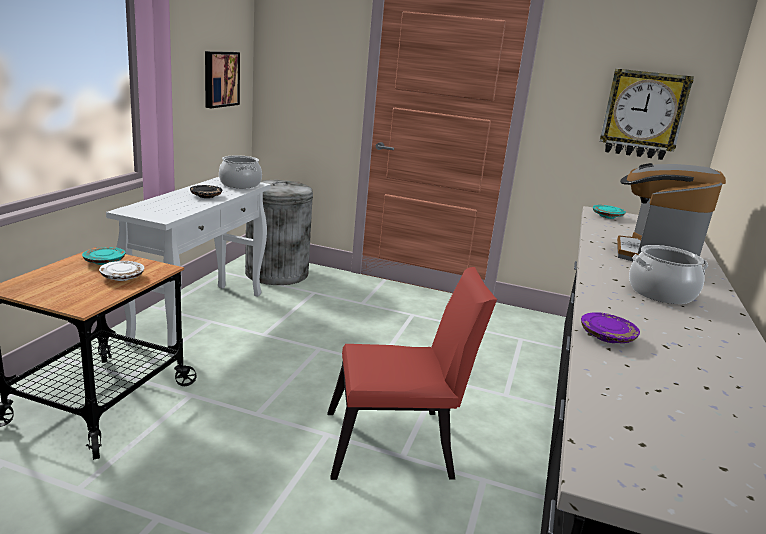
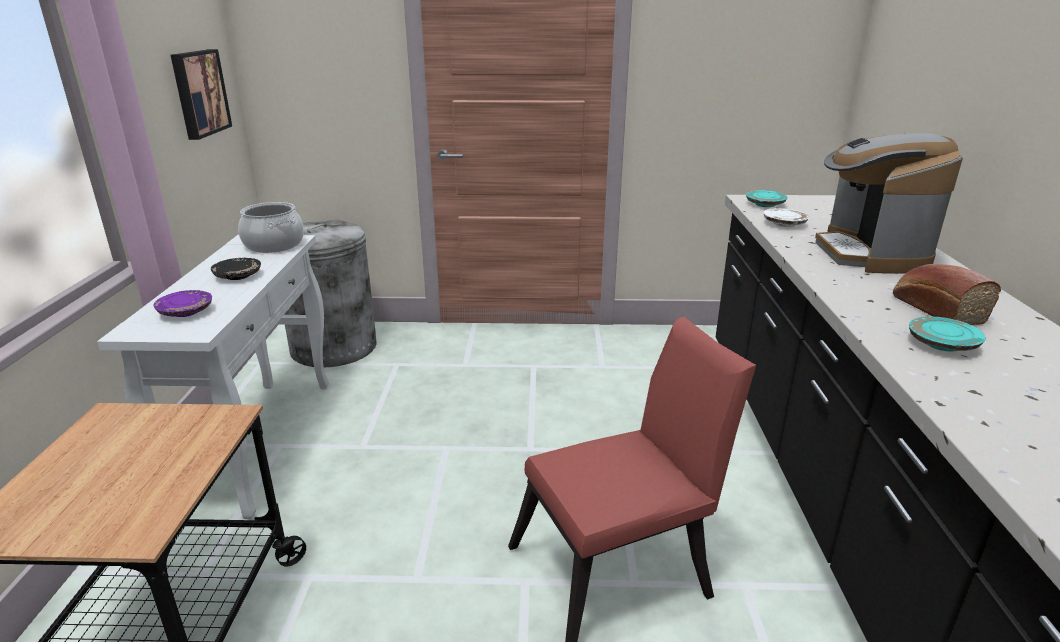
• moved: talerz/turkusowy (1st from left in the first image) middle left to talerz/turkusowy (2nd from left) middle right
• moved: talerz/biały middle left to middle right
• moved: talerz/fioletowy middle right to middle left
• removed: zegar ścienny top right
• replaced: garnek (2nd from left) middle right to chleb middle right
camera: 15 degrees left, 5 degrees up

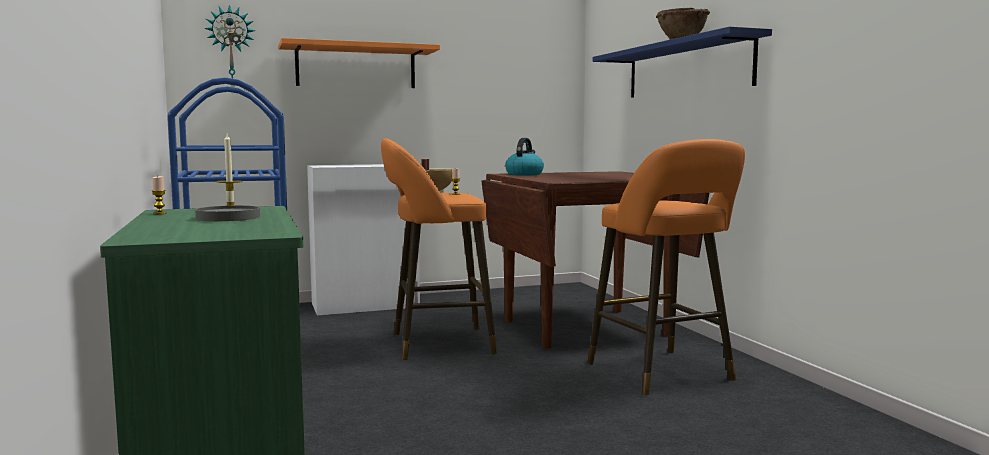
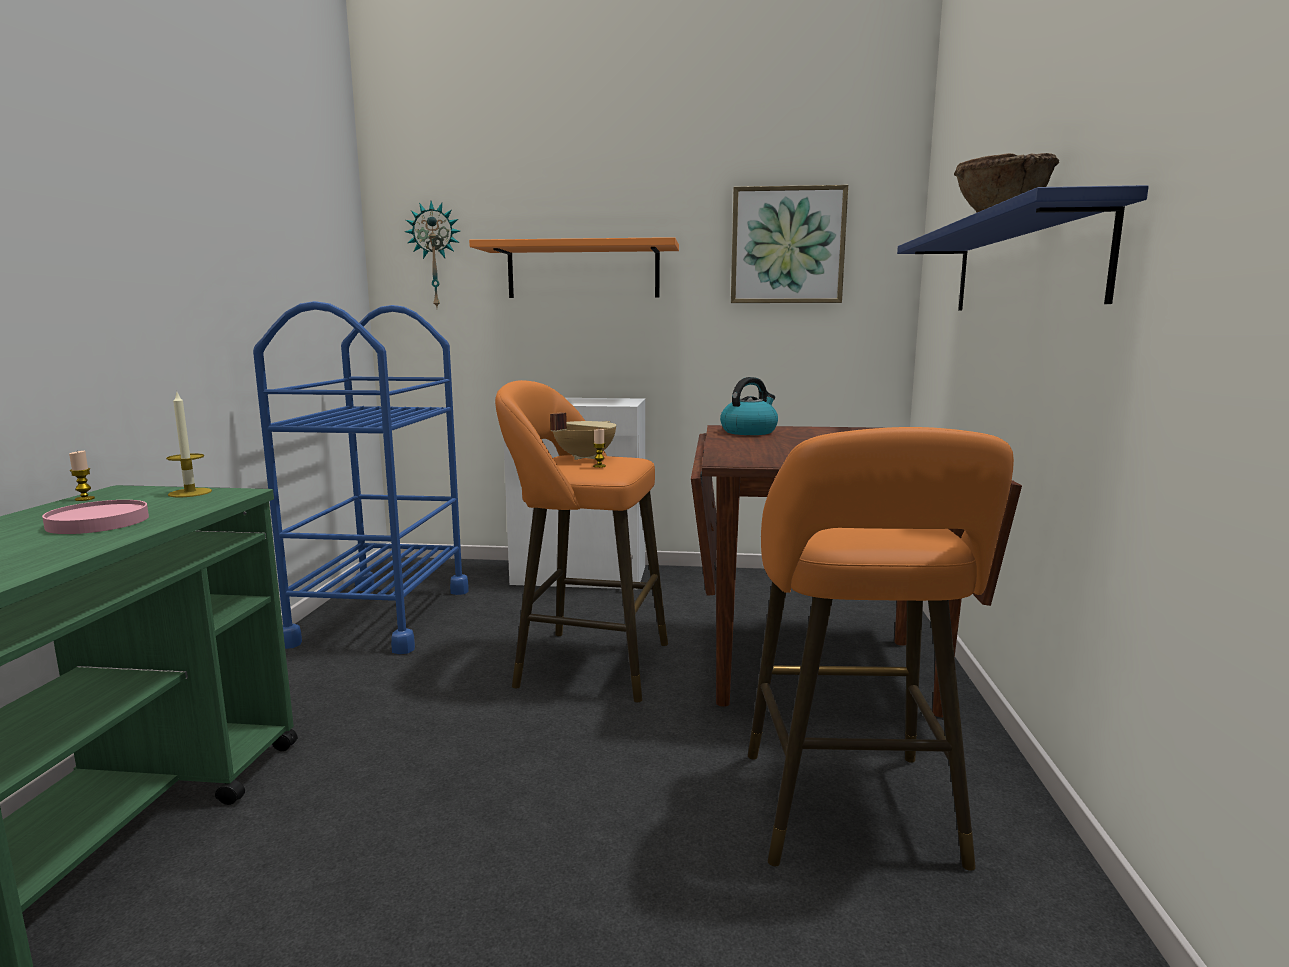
• recoloured: talerz/szary middle left to talerz/różowy middle left
• added: obraz top centre
camera: 25 degrees right, 5 degrees up

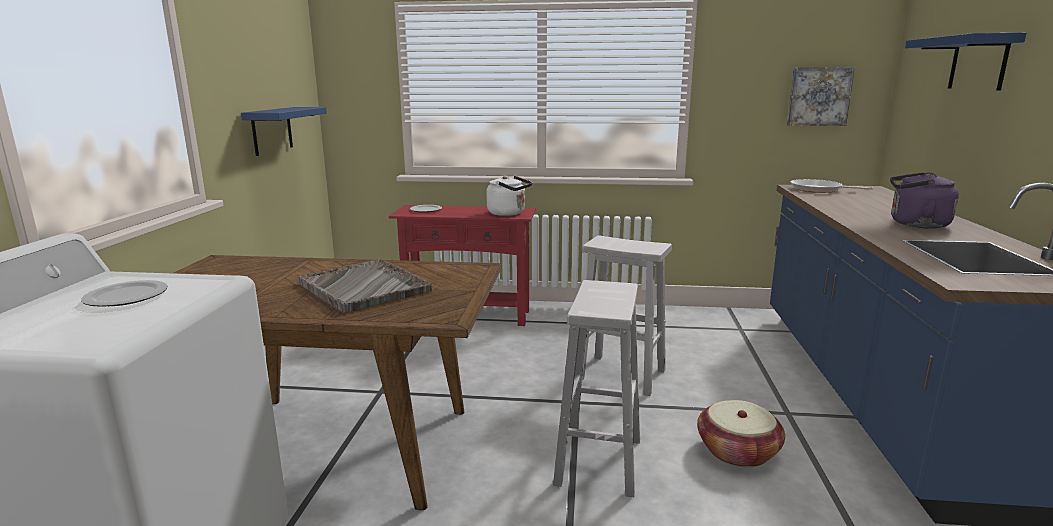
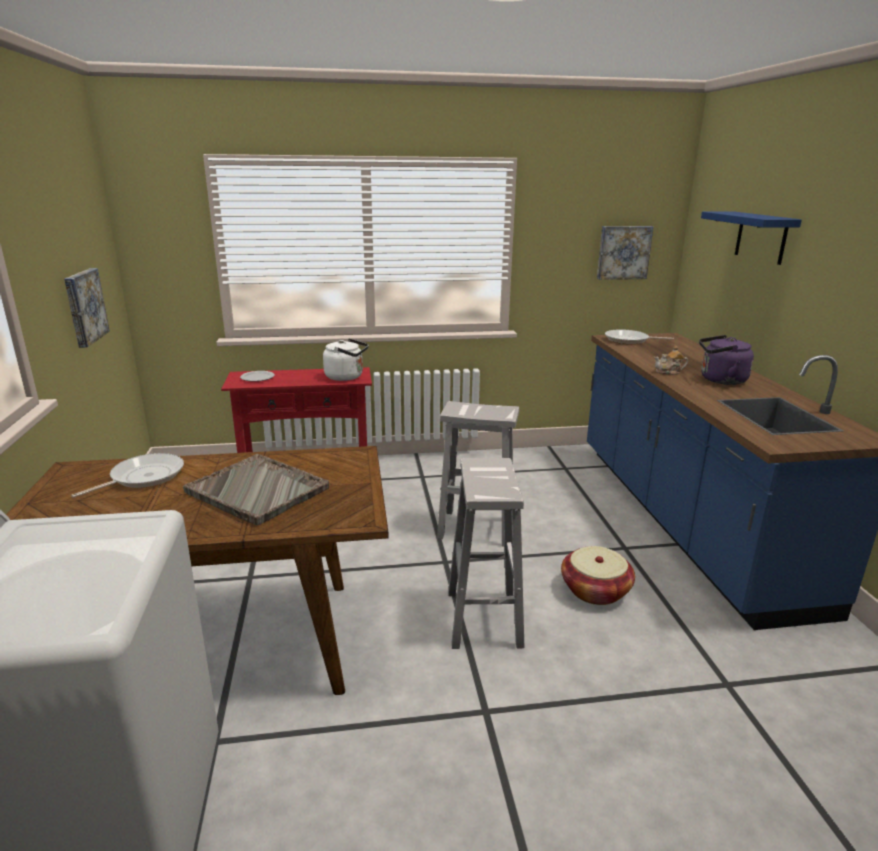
• removed: talerz (1st from left) middle left
• replaced: półka/niebieski (1st from left) top left to obraz (1st from left) middle left
• added: patelnia (1st from left) middle left
• added: imbryk middle right
camera: 15 degrees left, 5 degrees up

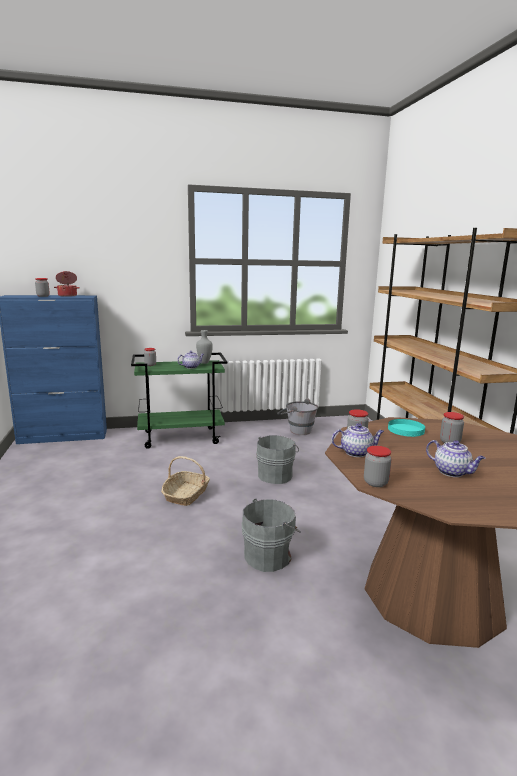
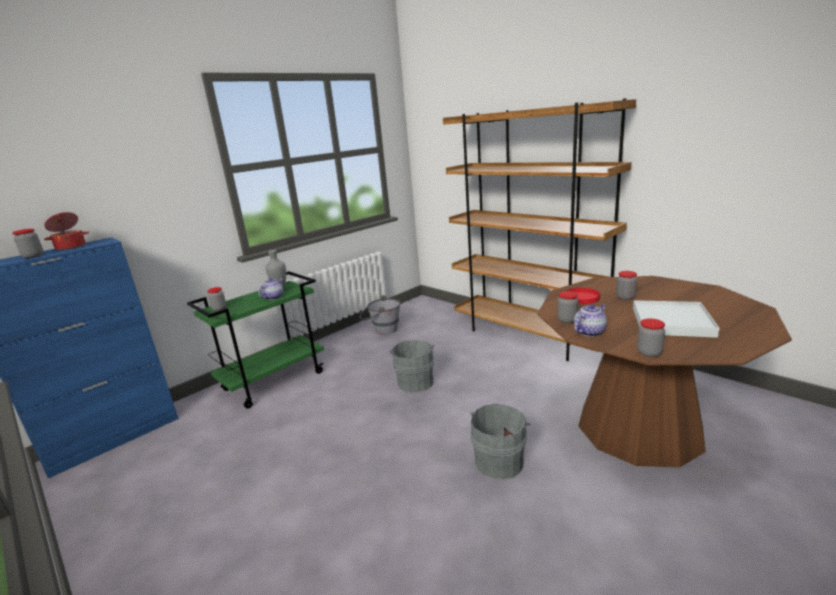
• removed: koszyk centre
• recoloured: talerz/turkusowy middle right to talerz/czerwony middle right
• replaced: imbryk (3rd from left) middle right to taca/biały middle right
camera: 30 degrees left, 5 degrees up

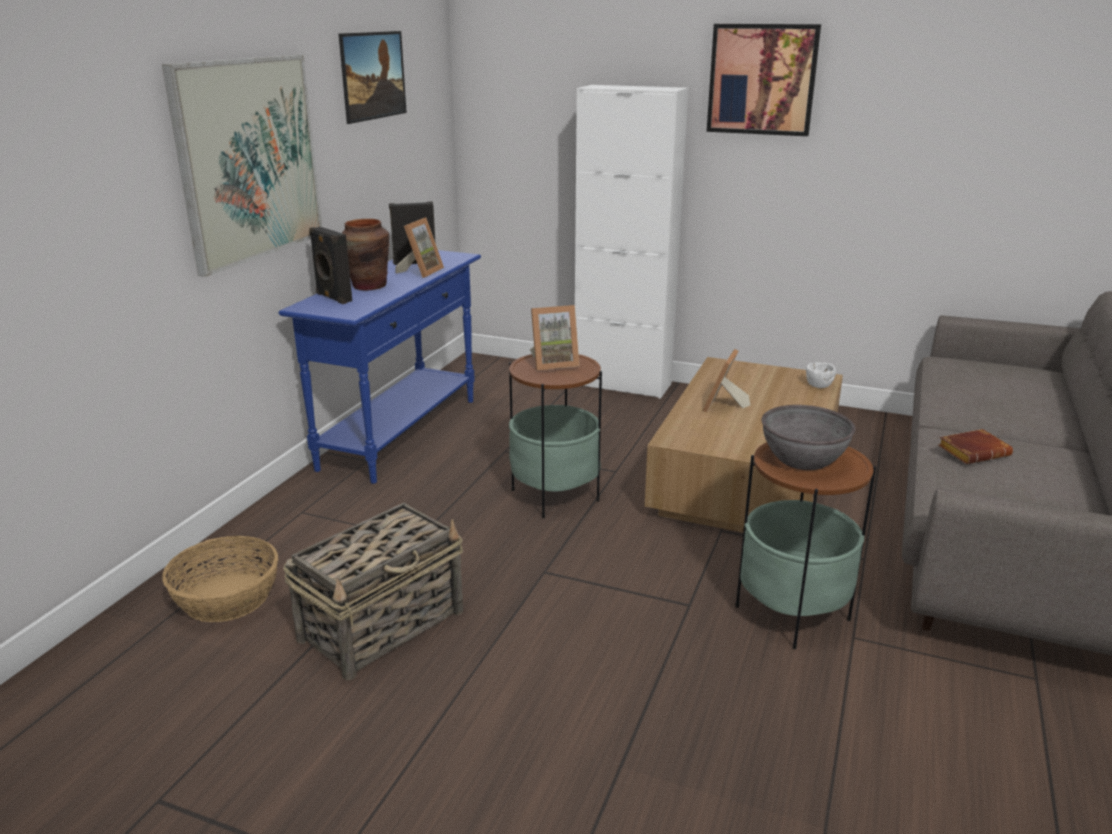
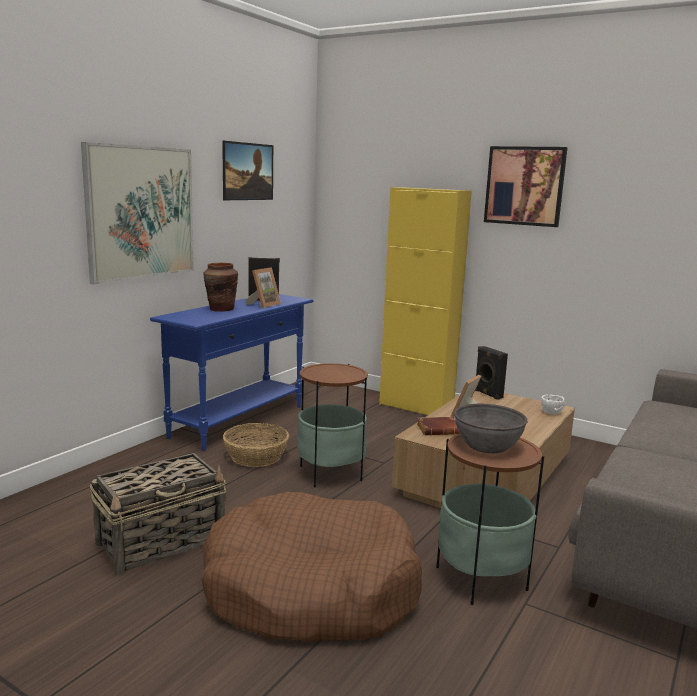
• moved: koszyk (1st from left in the first image) bottom left to koszyk (2nd from left) centre
• moved: głośnik/czarny (1st from left in the first image) top left to głośnik/czarny (2nd from left) middle right
• removed: ramka na zdjęcie (2nd from left) centre
• recoloured: szafka/biały top centre to szafka/żółty centre
• moved: książka/brązowy middle right to centre
• added: legowisko/brązowy bottom centre
camera: 10 degrees right, 10 degrees down

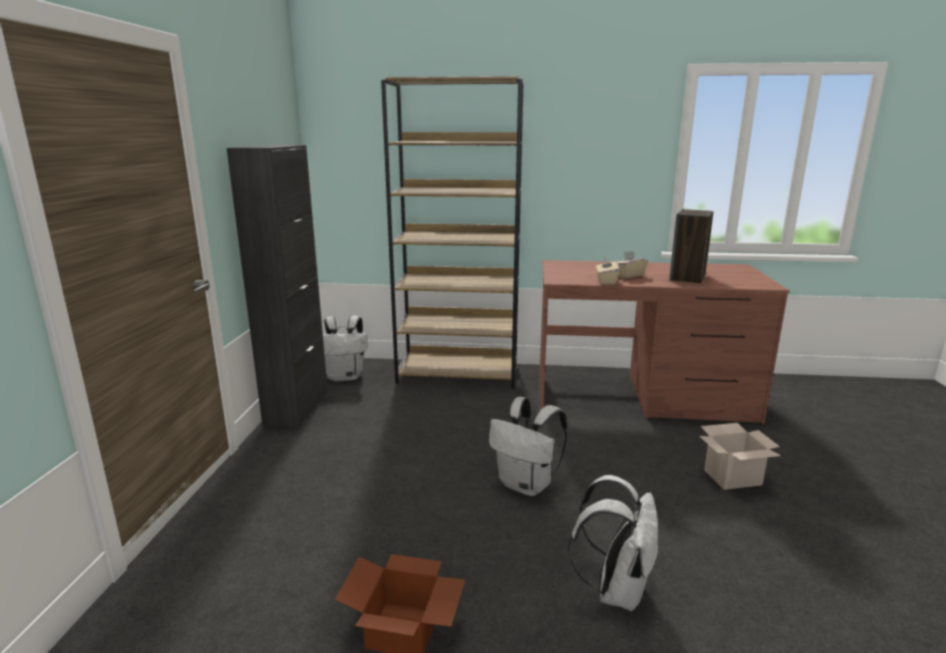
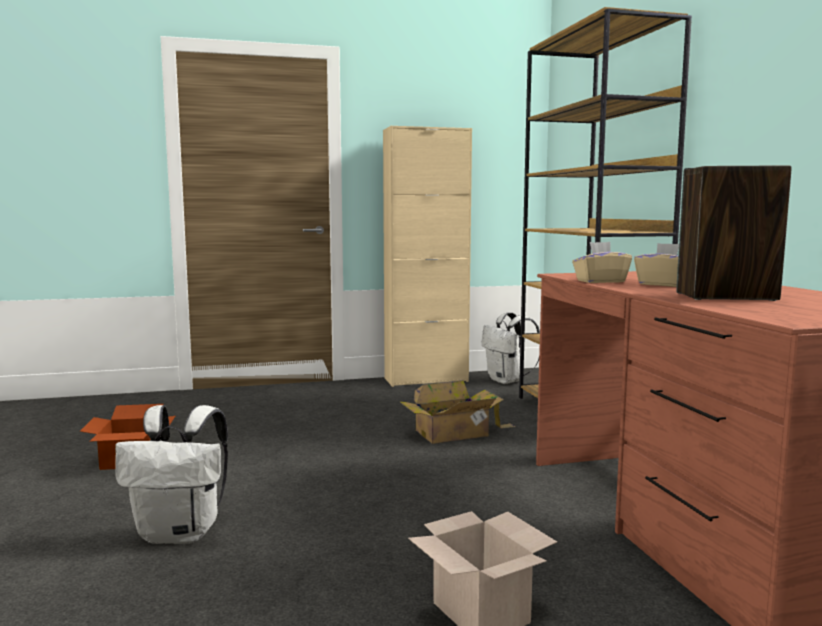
• recoloured: szafka/czarny middle left to szafka/beżowy centre
• removed: plecak/biały (2nd from left) bottom centre
• added: karton (2nd from left) centre
camera: 70 degrees right, 10 degrees down

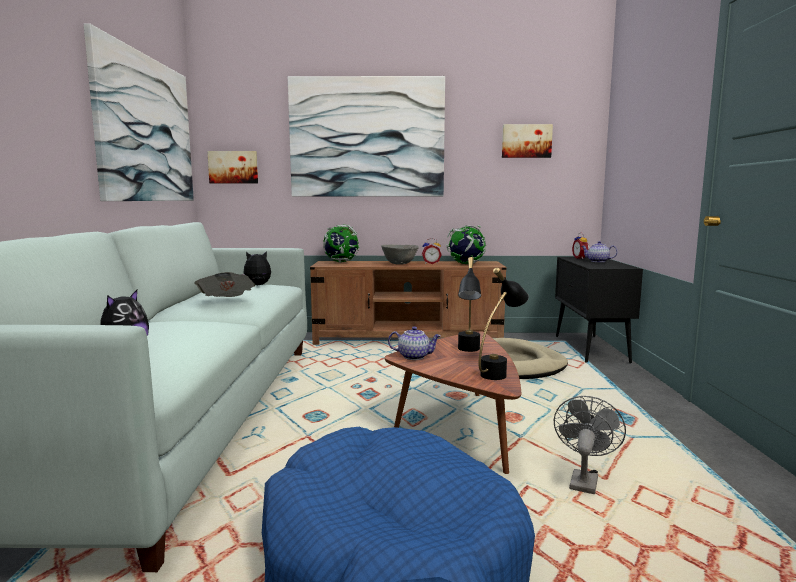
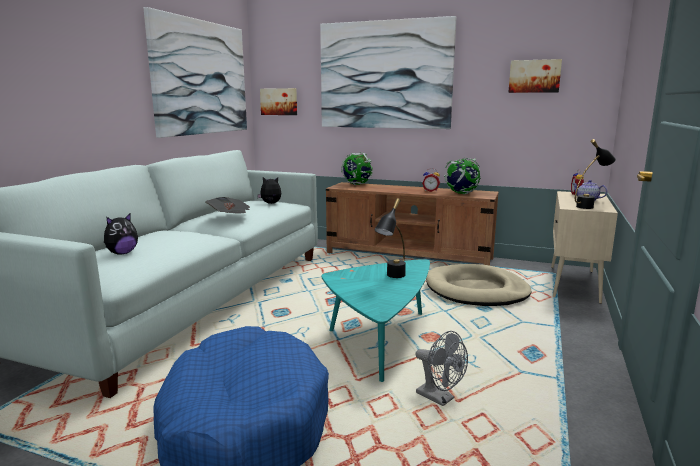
• removed: miska/szary centre
• recoloured: ława/brązowy bottom centre to ława/turkusowy bottom centre
• removed: imbryk (1st from left) centre
• moved: lampa stołowa/czarny (2nd from left) centre to middle right
• turned: wentylator/szary bottom right = bottom centre 90 degrees clockwise
• recoloured: szafka/czarny middle right to szafka/beżowy middle right
camera: 20 degrees right, 5 degrees up

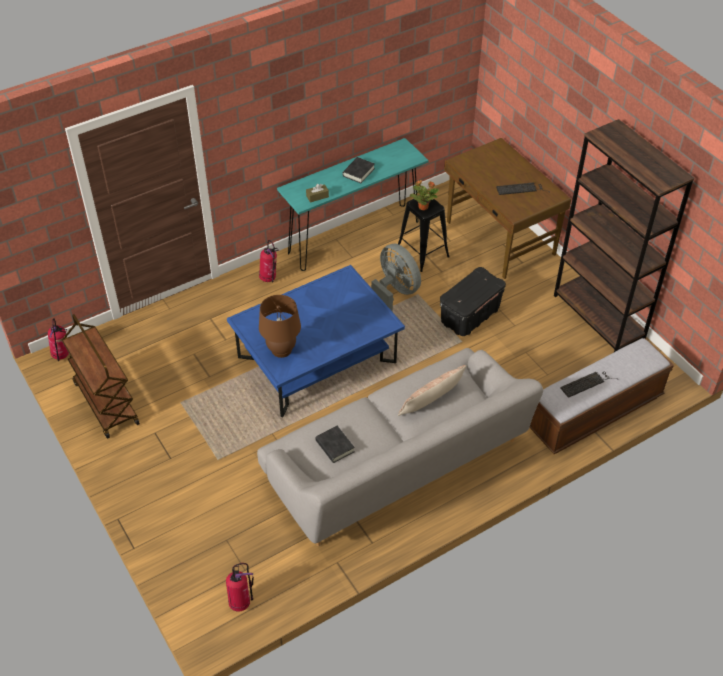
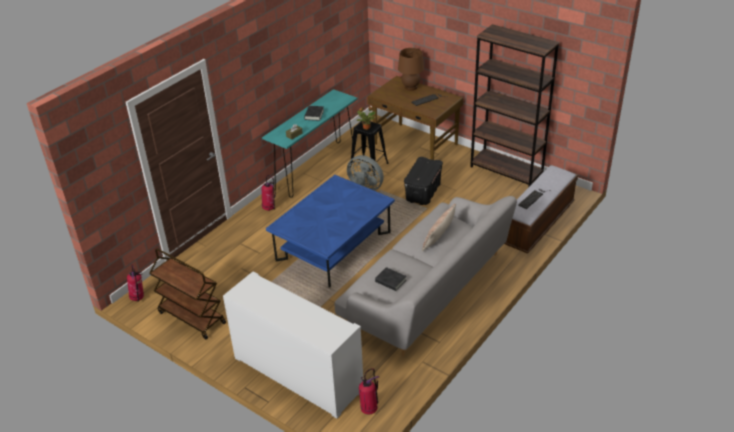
• moved: lampa stołowa/brązowy centre to top centre
• added: szafka/biały bottom centre
camera: 20 degrees left, 10 degrees down

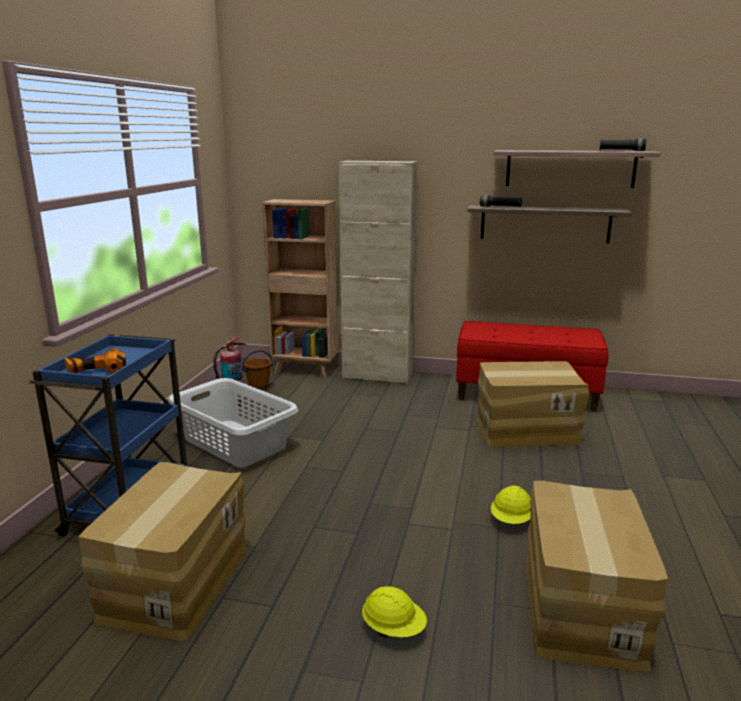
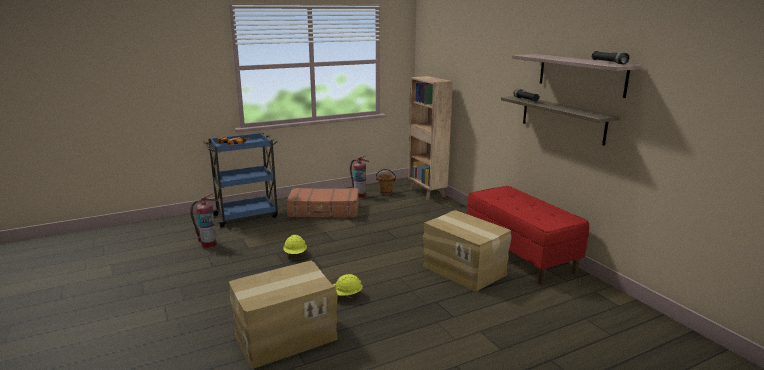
• replaced: karton (1st from left) bottom left to gaśnica (1st from left) middle left
• replaced: kosz na pranie/szary middle left to walizka/brązowy centre
• removed: szafka/beżowy centre
• moved: kask/żółty (1st from left) bottom centre to centre
camera: 50 degrees right, 0 degrees up

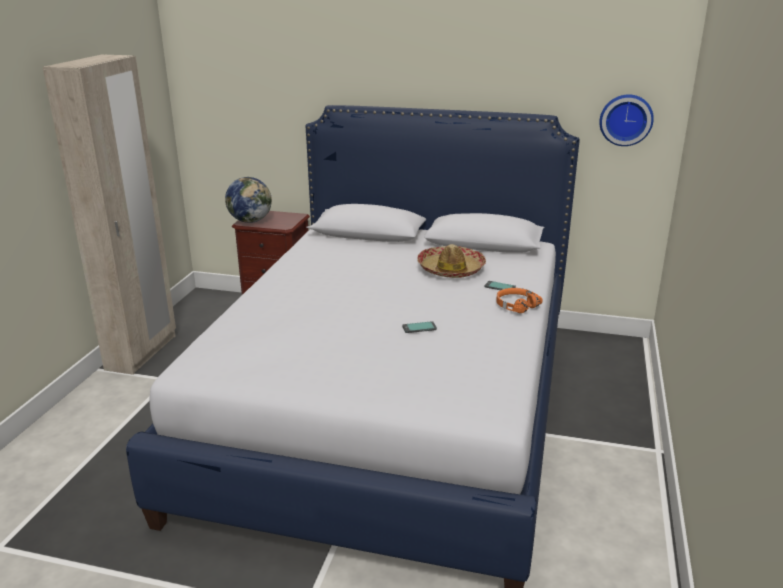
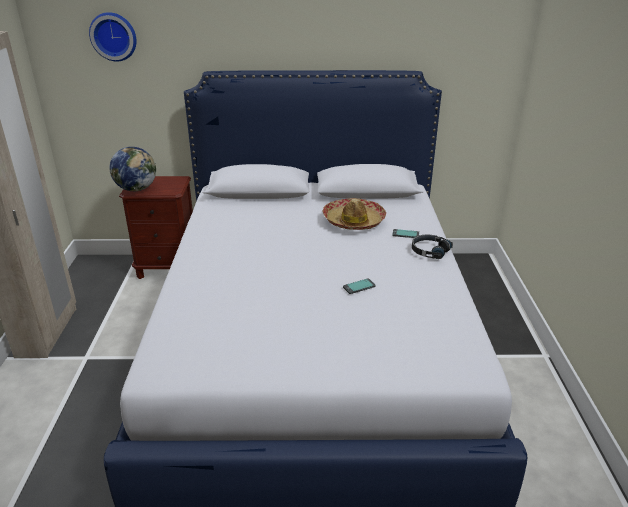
• recoloured: słuchawki/pomarańczowy centre to słuchawki/czarny middle right
• moved: zegar ścienny top right to top left
camera: 15 degrees left, 5 degrees up

